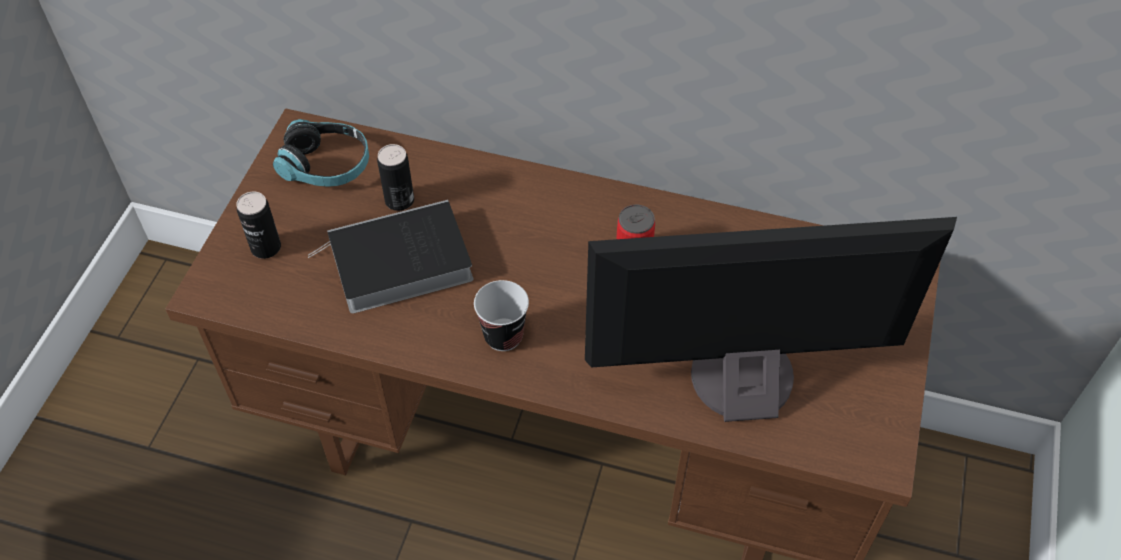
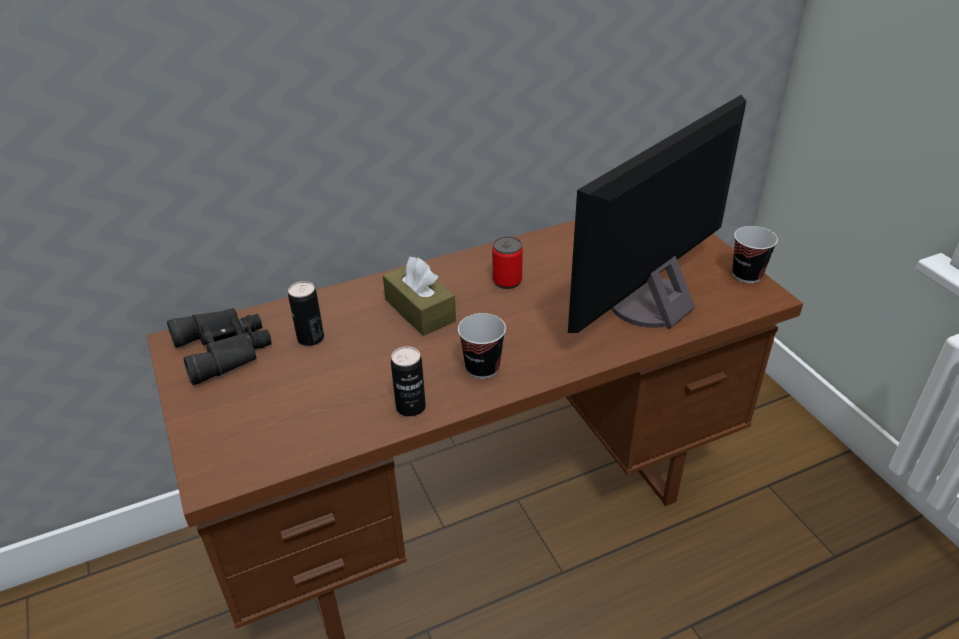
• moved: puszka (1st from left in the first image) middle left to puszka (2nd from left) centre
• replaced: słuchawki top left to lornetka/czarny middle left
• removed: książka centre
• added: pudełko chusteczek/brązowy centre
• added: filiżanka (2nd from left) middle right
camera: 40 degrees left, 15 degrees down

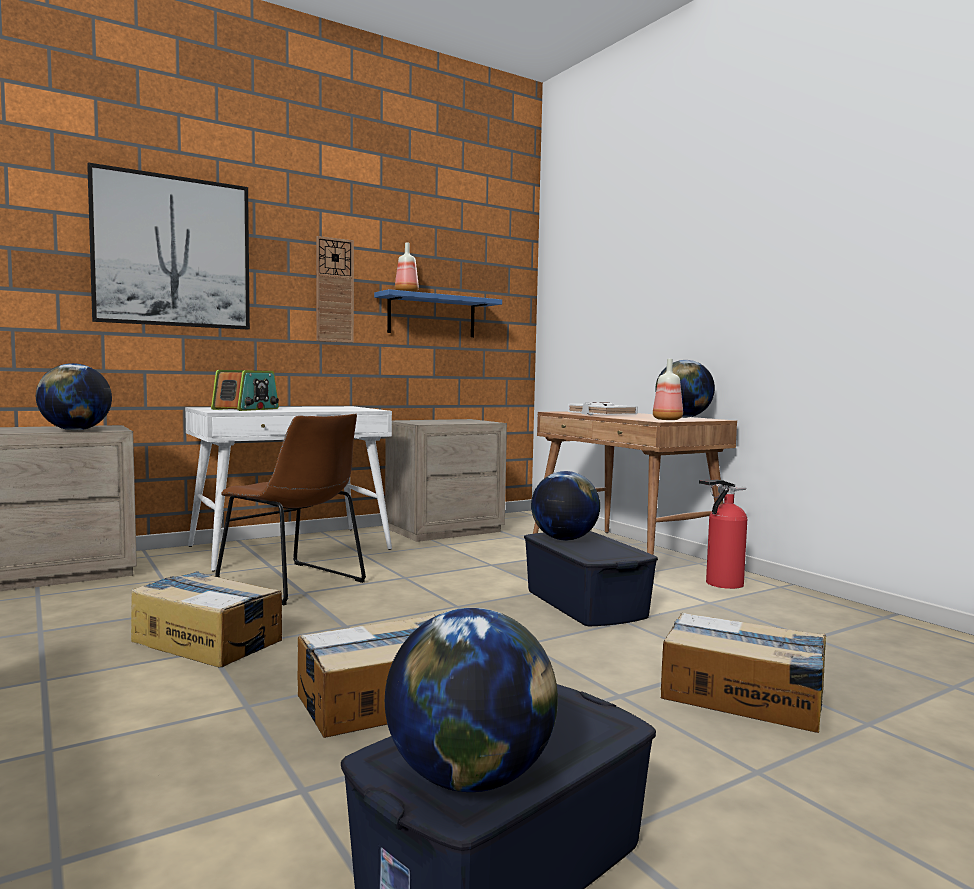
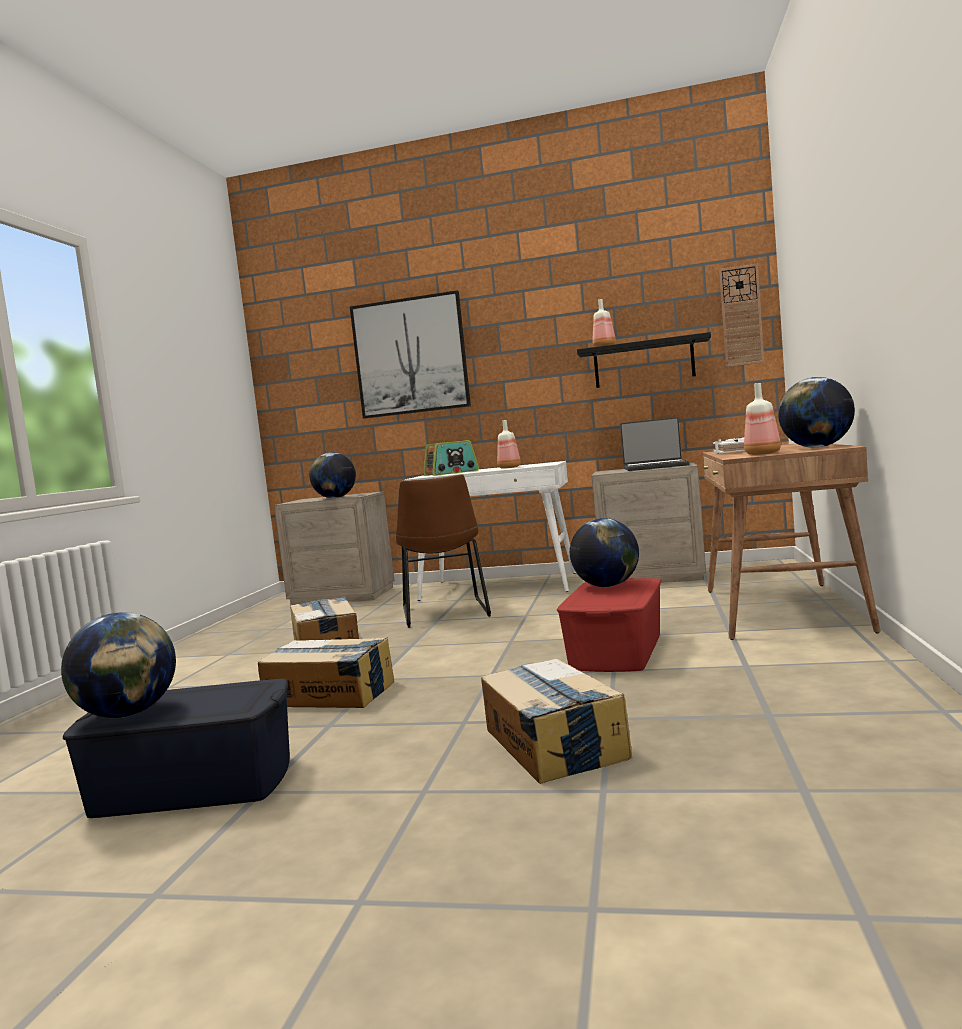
• moved: zegar ścienny top centre to top right
• recoloured: półka/niebieski centre to półka/czarny middle right
• recoloured: pojemnik do przechowywania/niebieski (2nd from left) centre to pojemnik do przechowywania/czerwony centre
• removed: gaśnica middle right
• added: butelka (1st from left) centre
• added: laptop middle right
camera: 45 degrees right, 0 degrees up

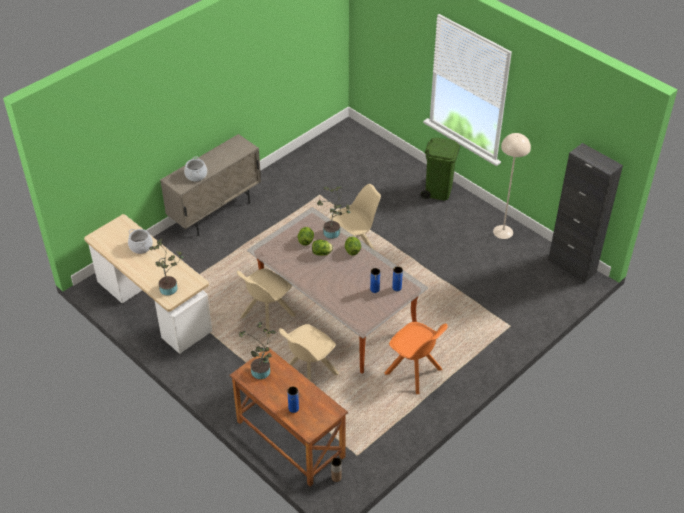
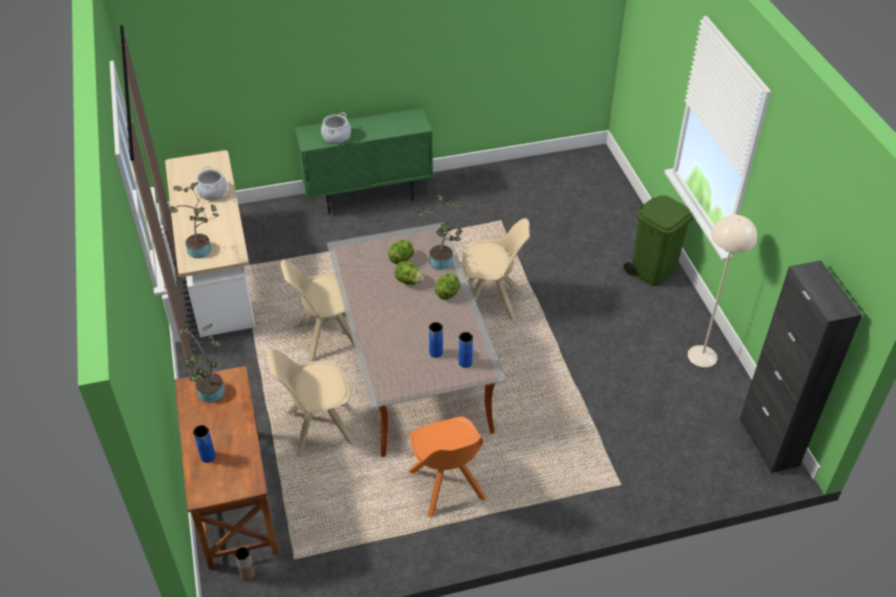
• recoloured: szafka/beżowy middle left to szafka/zielony top centre
camera: 30 degrees right, 0 degrees up

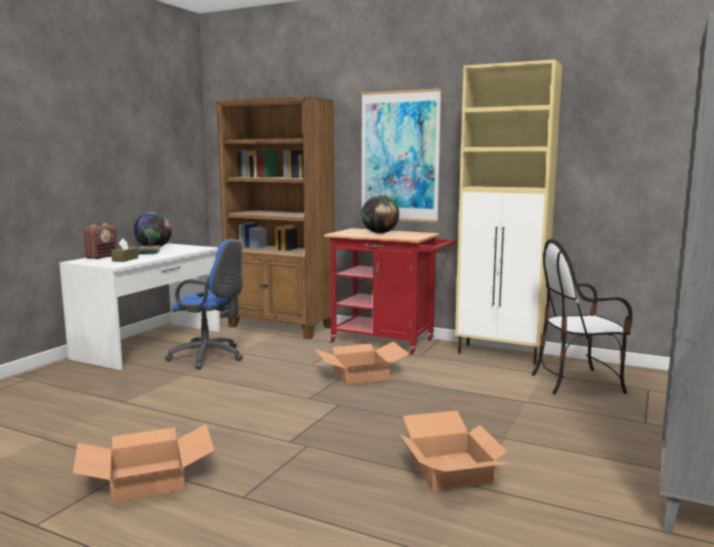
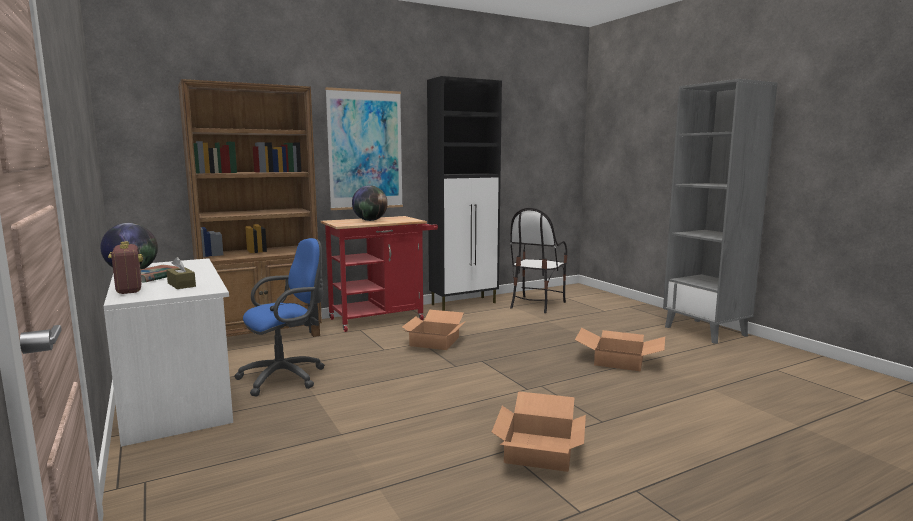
• recoloured: szafka/beżowy middle right to szafka/czarny centre
camera: 55 degrees left, 0 degrees up

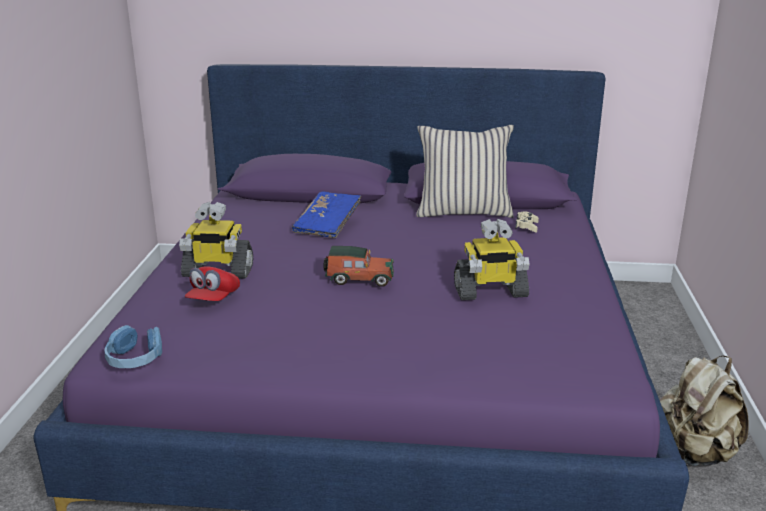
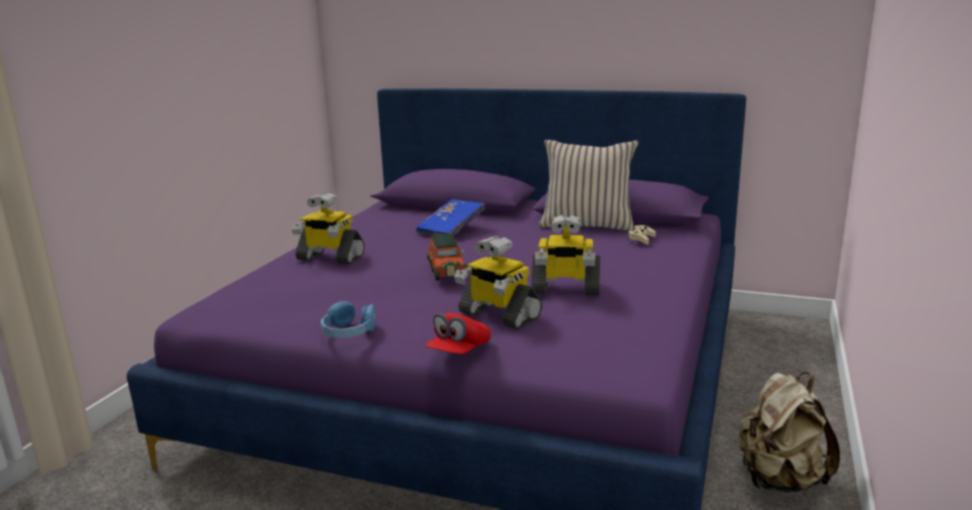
• moved: słuchawki/niebieski bottom left to centre
• moved: czapka z daszkiem/czerwony middle left to centre
• turned: samochodzik centre = centre 60 degrees clockwise
• added: robot zabawkowy (2nd from left) centre
camera: 15 degrees right, 5 degrees down

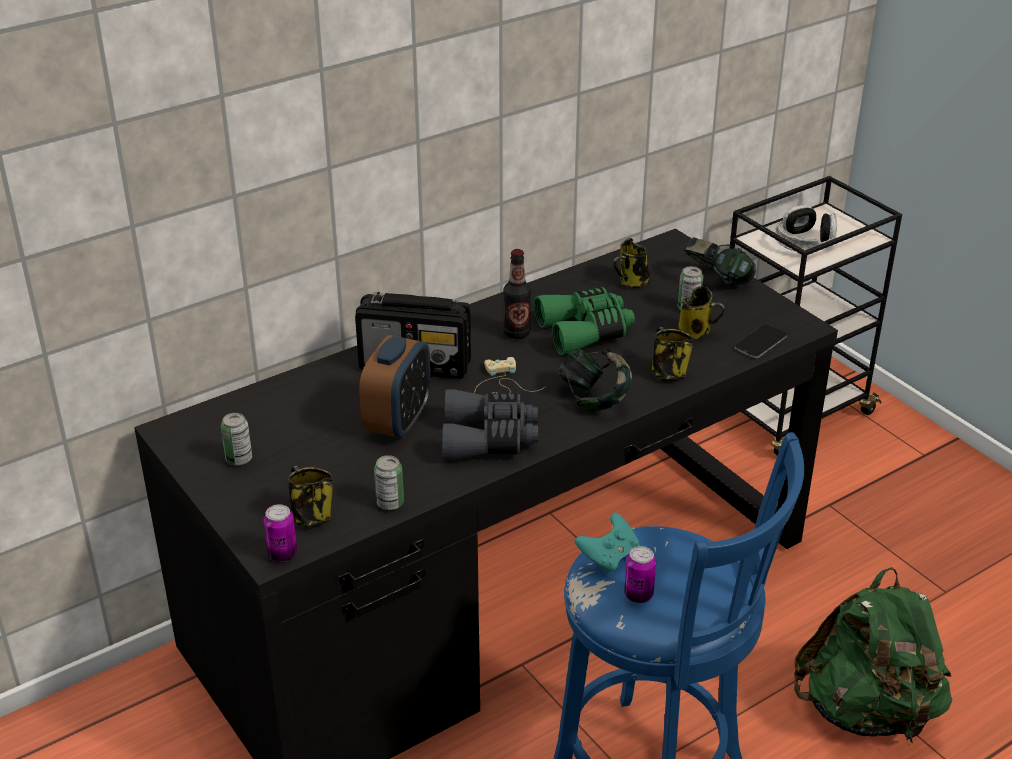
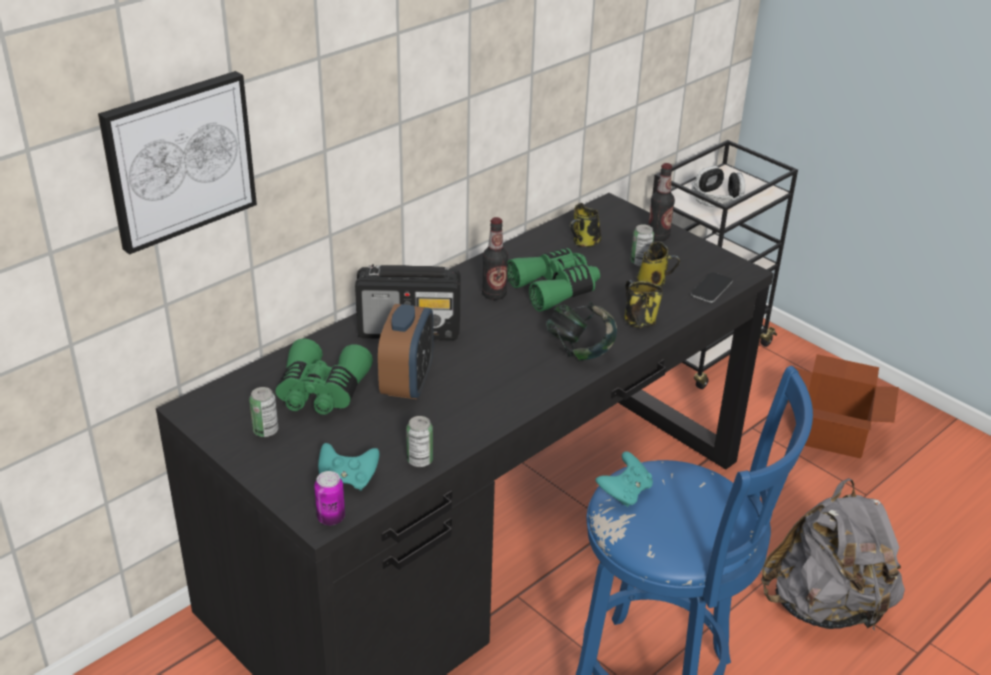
• replaced: kubek (1st from left) middle left to pad do gier/turkusowy (1st from left) bottom centre
• removed: lornetka/szary centre
• removed: pad do gier/beżowy centre
• removed: puszka (4th from left) bottom centre
• replaced: słuchawki (2nd from left) middle right to butelka (2nd from left) top right
• recoloured: plecak/zielony bottom right to plecak/szary bottom right
• added: obraz top left
• added: lornetka/zielony (1st from left) middle left
• added: karton middle right
camera: 10 degrees left, 0 degrees up

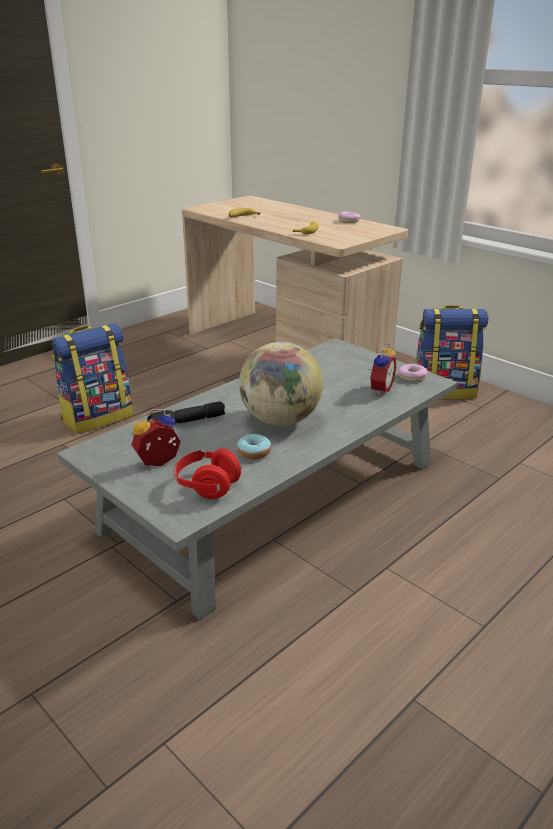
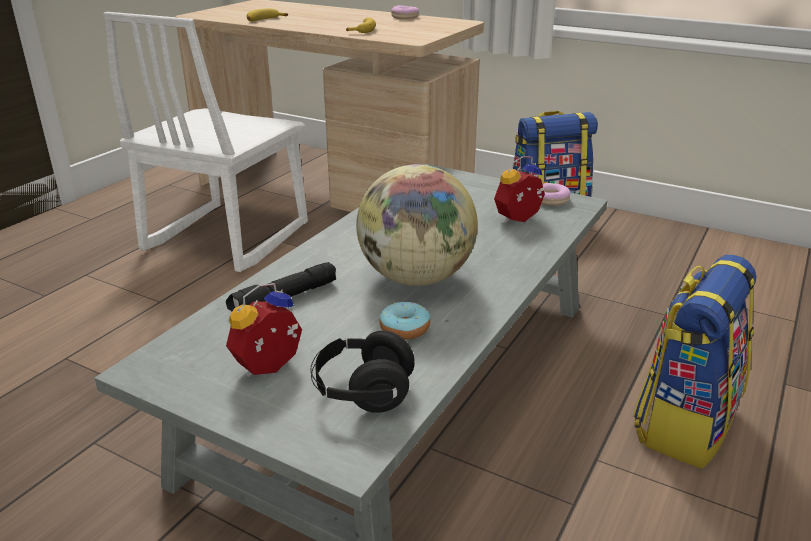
• moved: plecak (1st from left in the first image) middle left to plecak (2nd from left) bottom right
• recoloured: słuchawki/czerwony centre to słuchawki/czarny bottom centre
• turned: budzik (2nd from left) middle right = centre 135 degrees counterclockwise
• added: krzesło/biały top left
camera: 15 degrees left, 0 degrees up

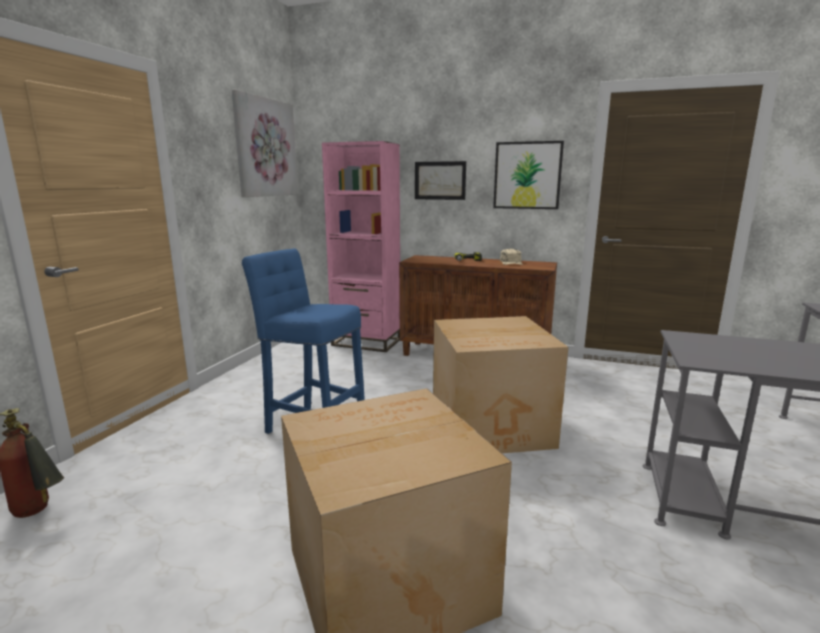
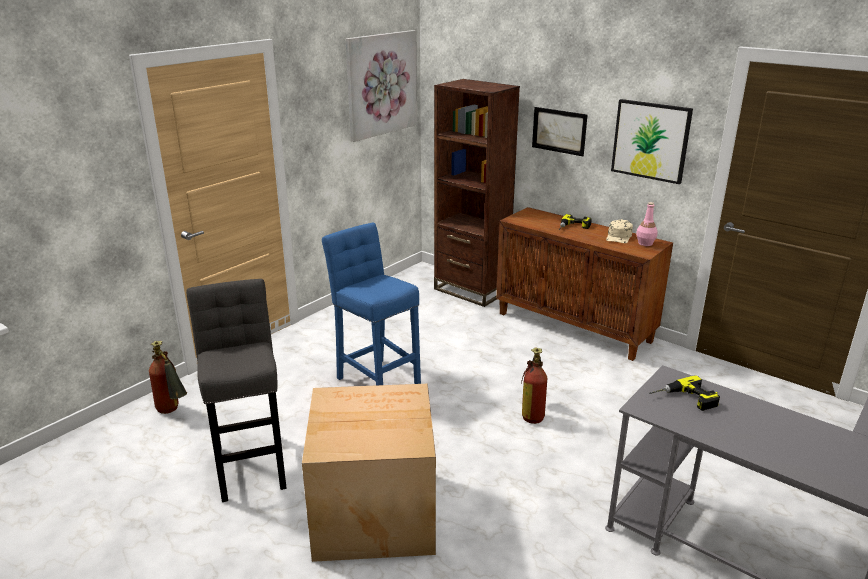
• recoloured: regał/różowy centre to regał/brązowy centre
• replaced: karton (2nd from left) centre to gaśnica (2nd from left) centre
• added: stołek/szary bottom left
• added: butelka/różowy middle right
• added: wiertarka (2nd from left) bottom right
camera: 20 degrees right, 10 degrees up

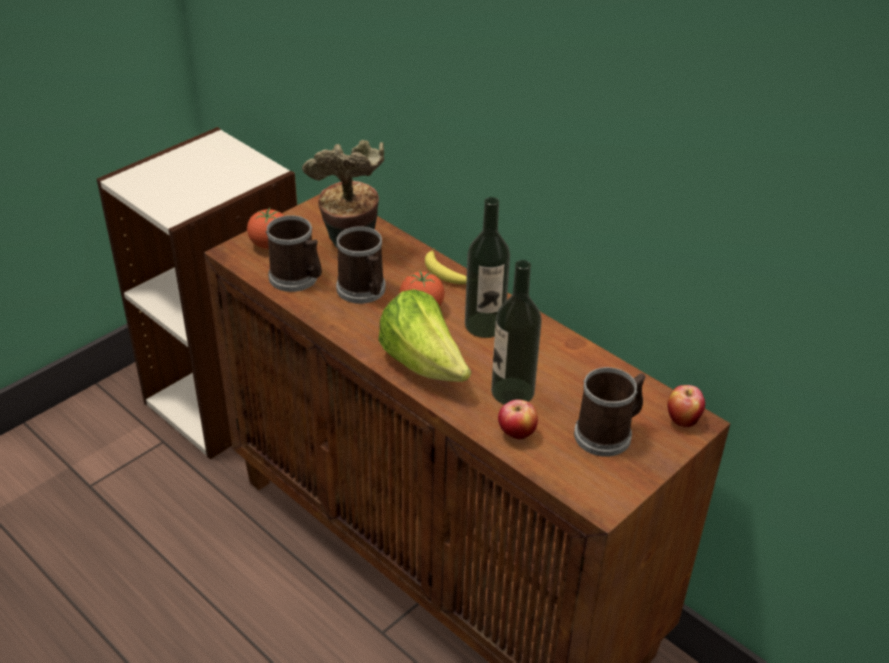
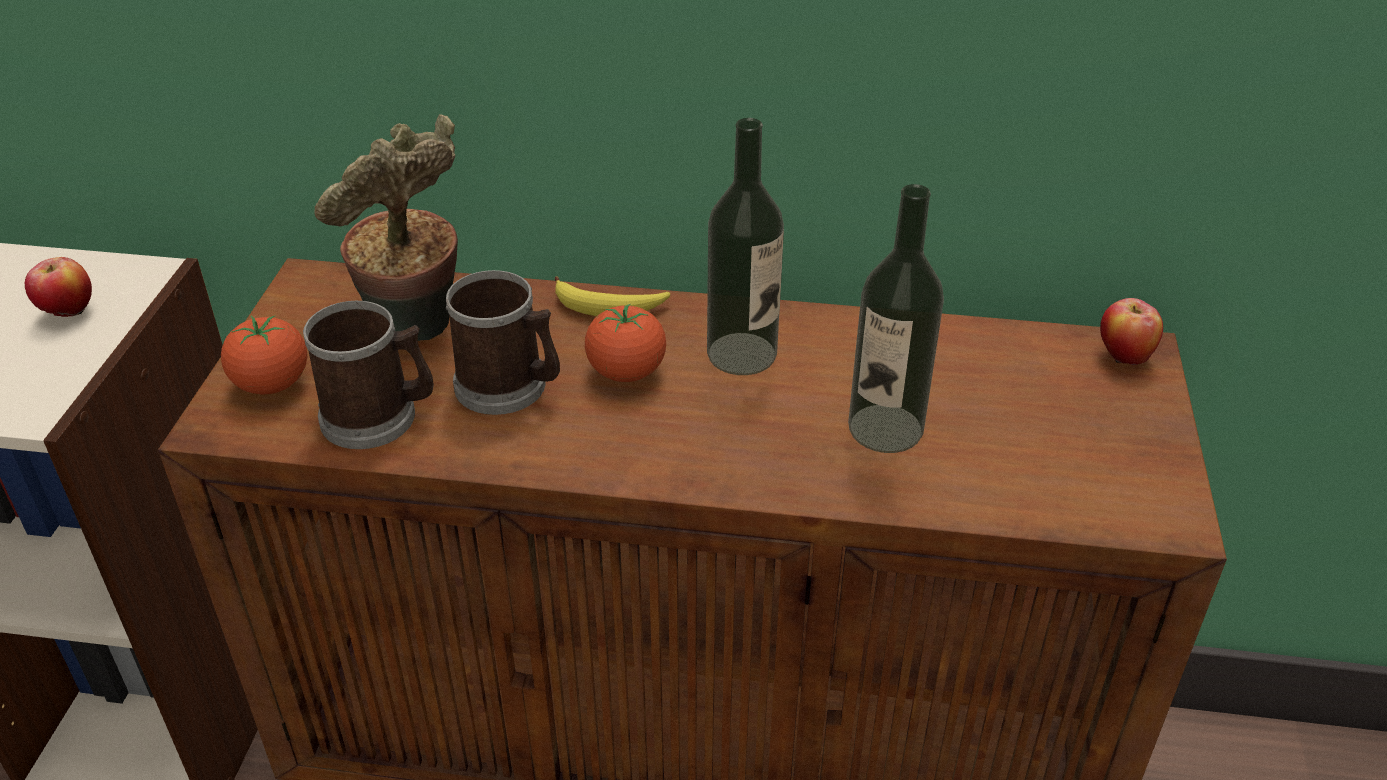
• removed: sałata centre
• moved: jabłko (1st from left) centre to middle left
• removed: kubek (3rd from left) middle right
camera: 35 degrees left, 0 degrees up

